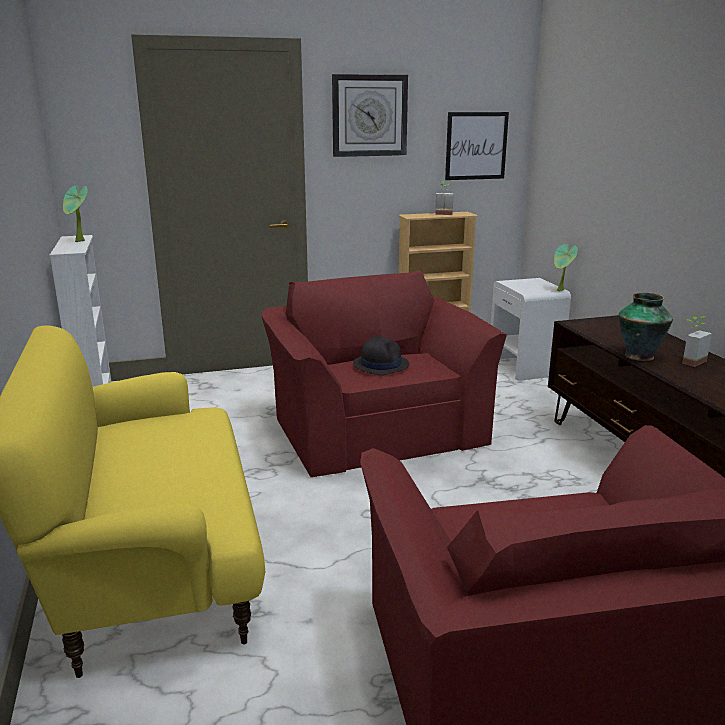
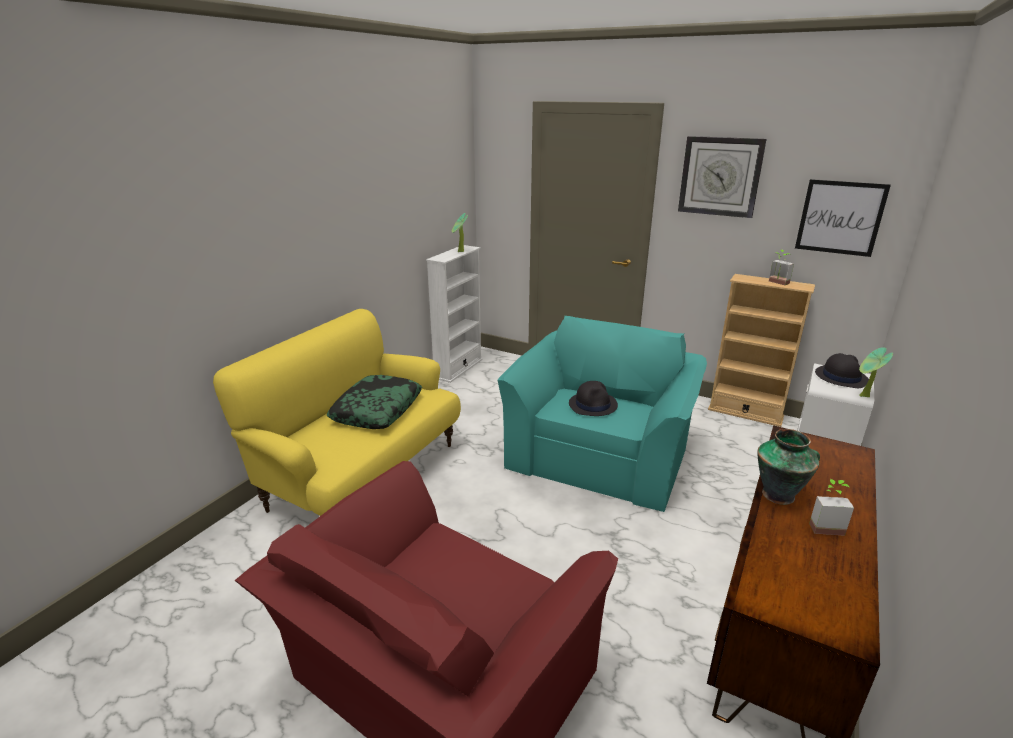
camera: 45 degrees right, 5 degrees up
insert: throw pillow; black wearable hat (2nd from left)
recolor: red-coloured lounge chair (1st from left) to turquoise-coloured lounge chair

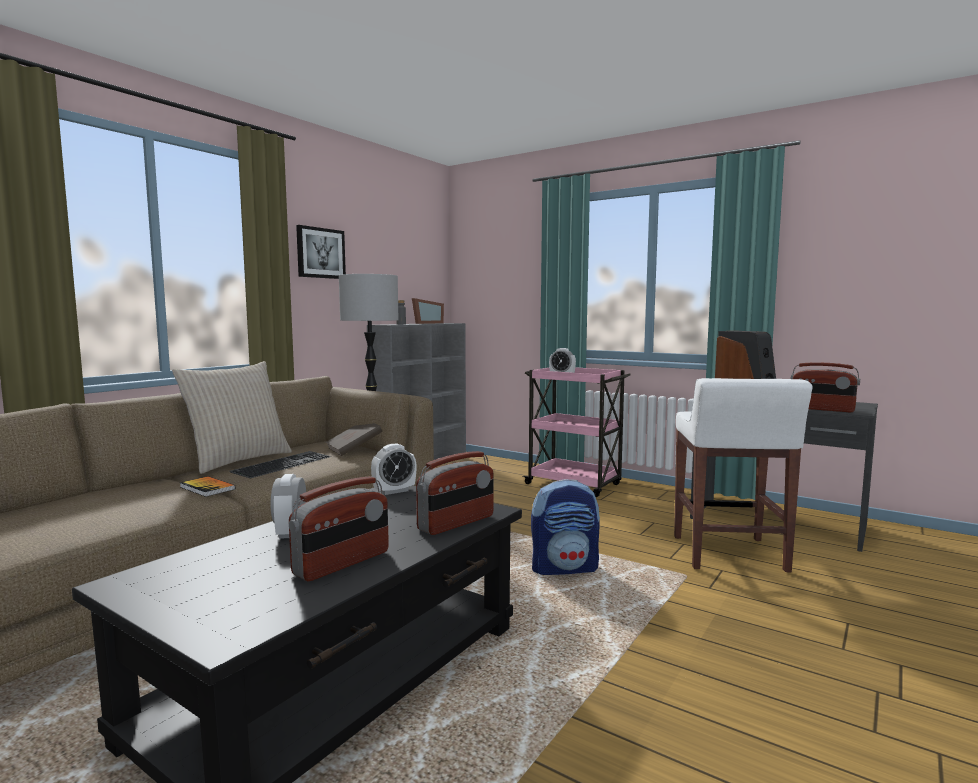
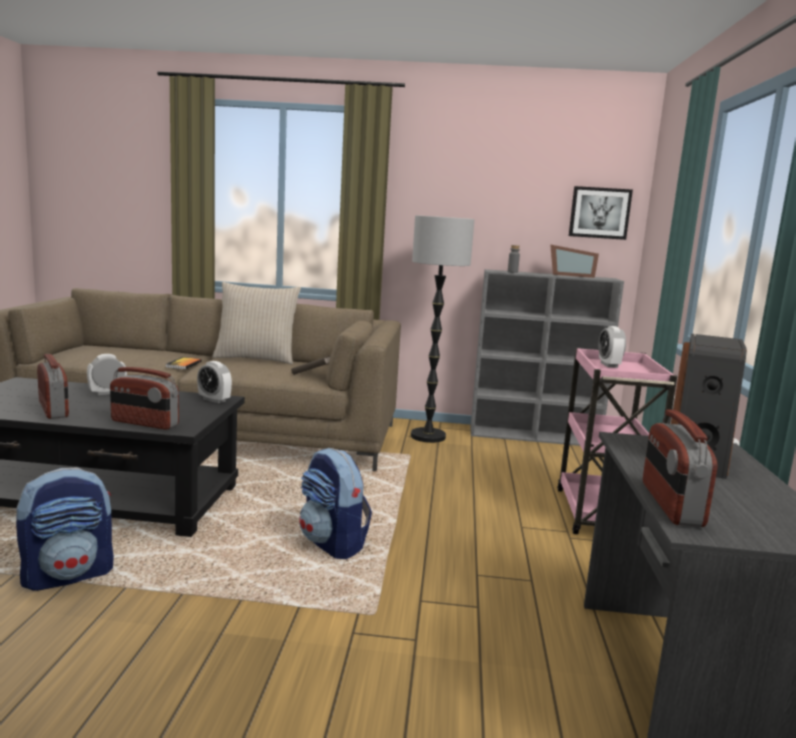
camera: 60 degrees right, 5 degrees up
delete: keyboard; white-coloured stool
insert: backpack (1st from left)
move: picture
rotate: radio (1st from left) 135 degrees counterclockwise

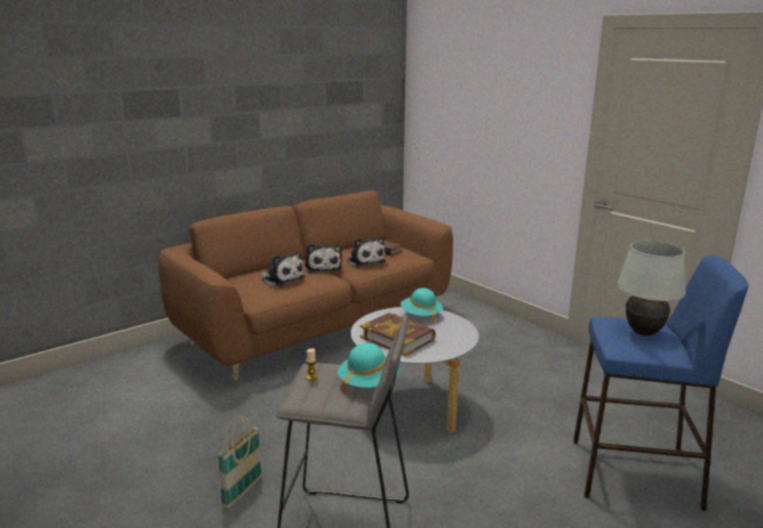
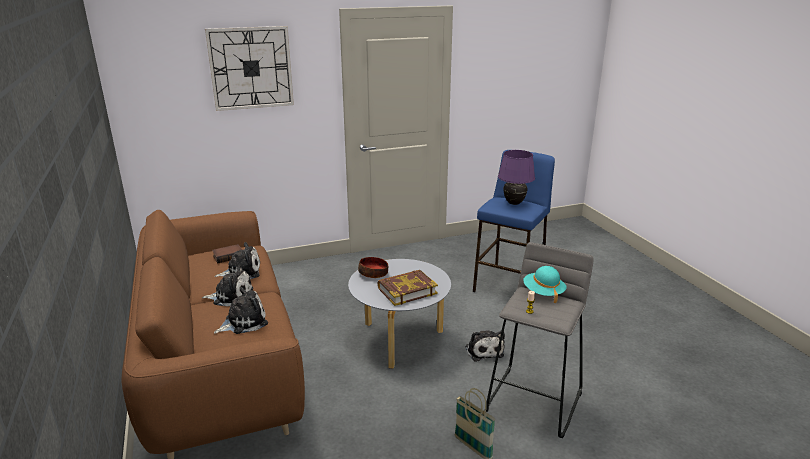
camera: 70 degrees left, 5 degrees up
insert: clock on the wall; soft toy (4th from left)
replace: turquoise-coloured wearable hat (2nd from left) to deep dish
recolor: white-coloured tabletop lamp to purple-coloured tabletop lamp

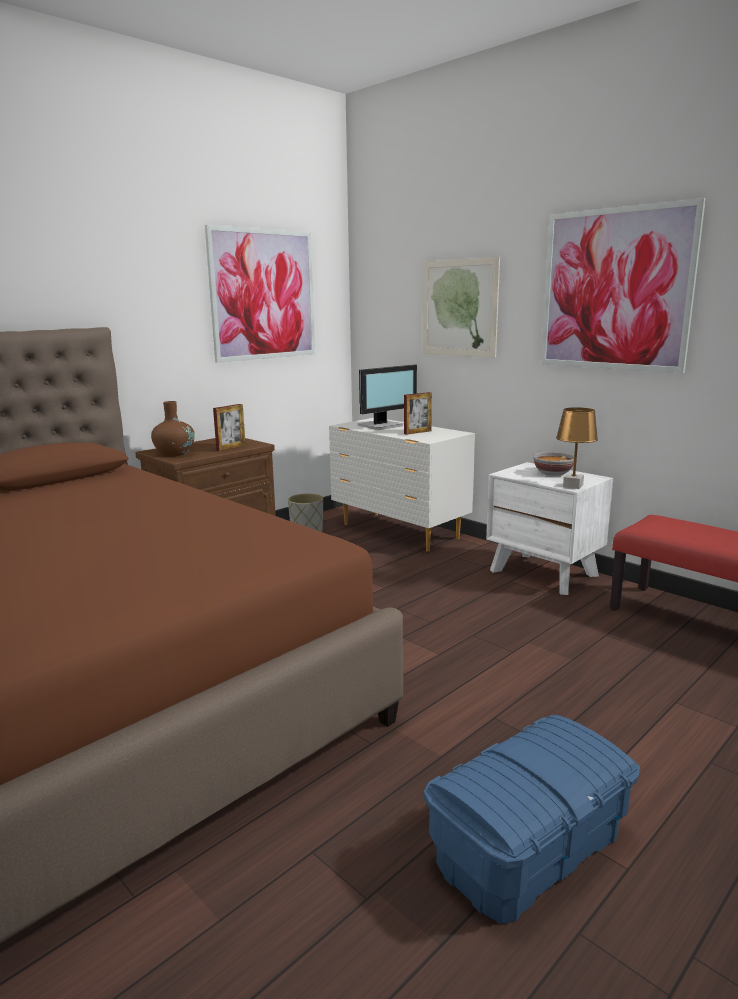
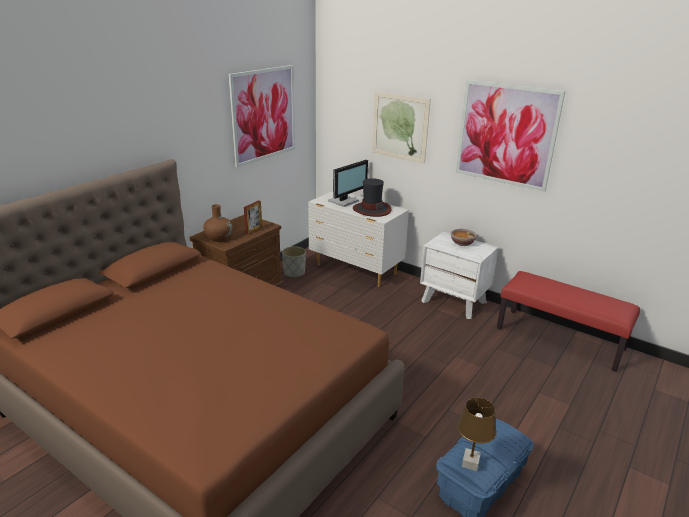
camera: 10 degrees left, 10 degrees up
move: brownish tabletop lamp
replace: photo frame (2nd from left) to wearable hat

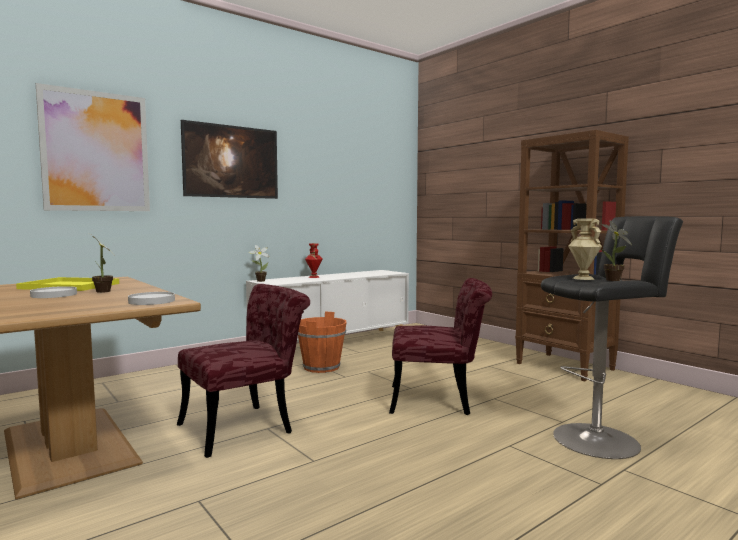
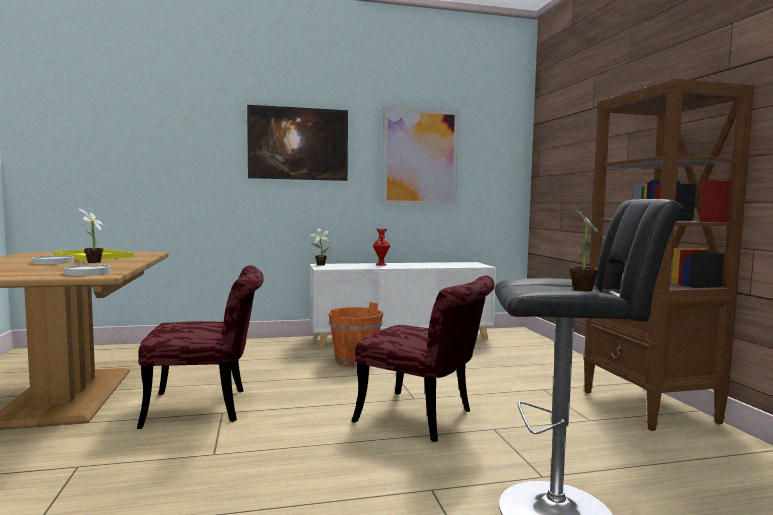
camera: 25 degrees right, 0 degrees up
delete: sand-coloured flower vase
move: picture (1st from left in the first image) to picture (2nd from left)

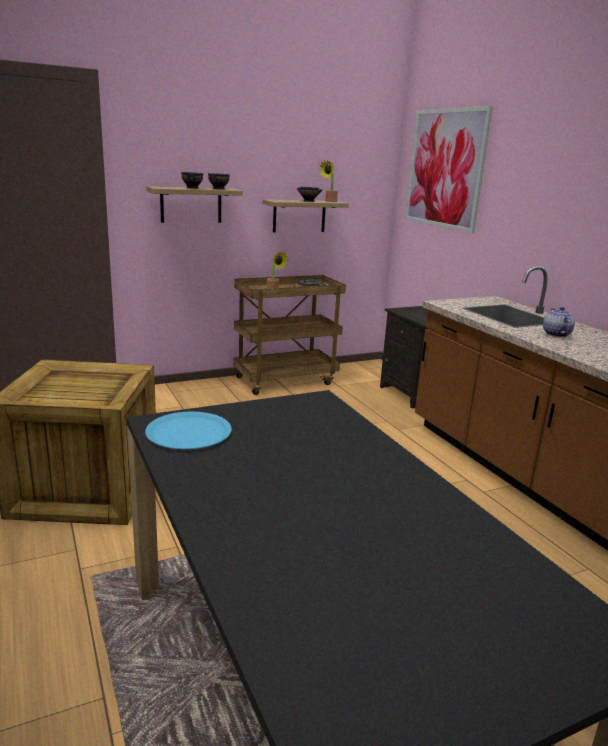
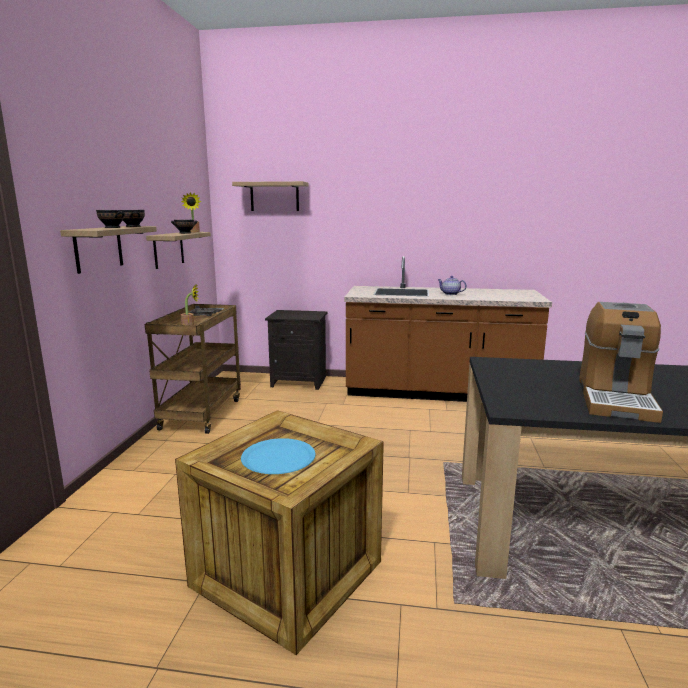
camera: 55 degrees left, 5 degrees down
insert: coffee machine
move: bluish plate
replace: picture to wall shelf (3rd from left)

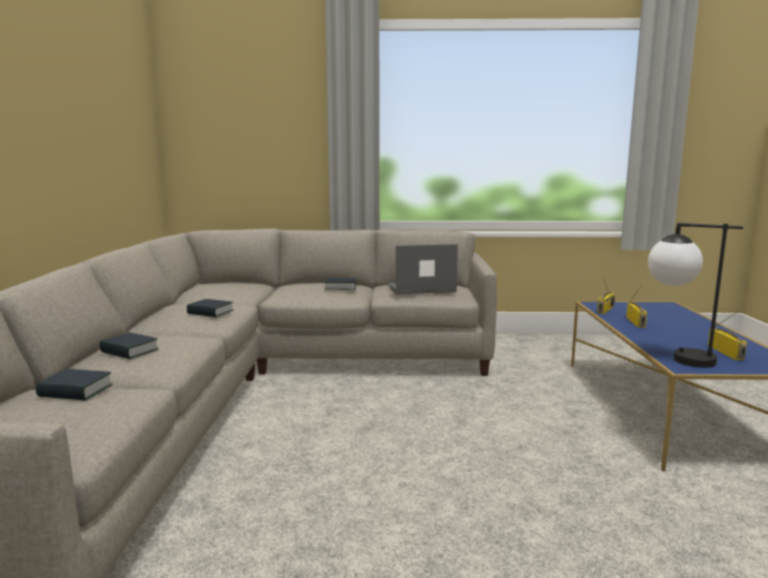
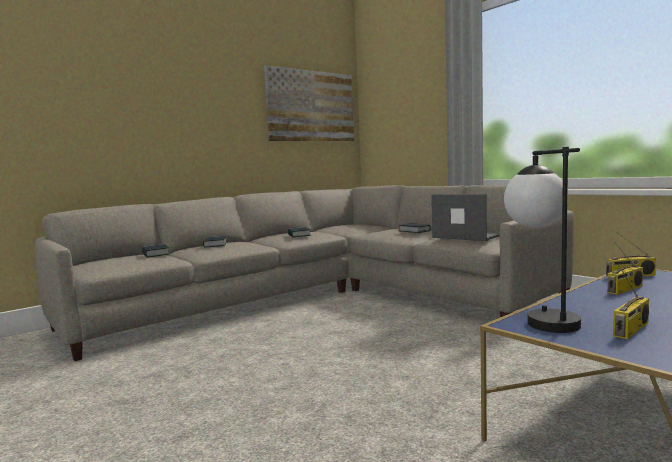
camera: 50 degrees right, 5 degrees down
insert: picture

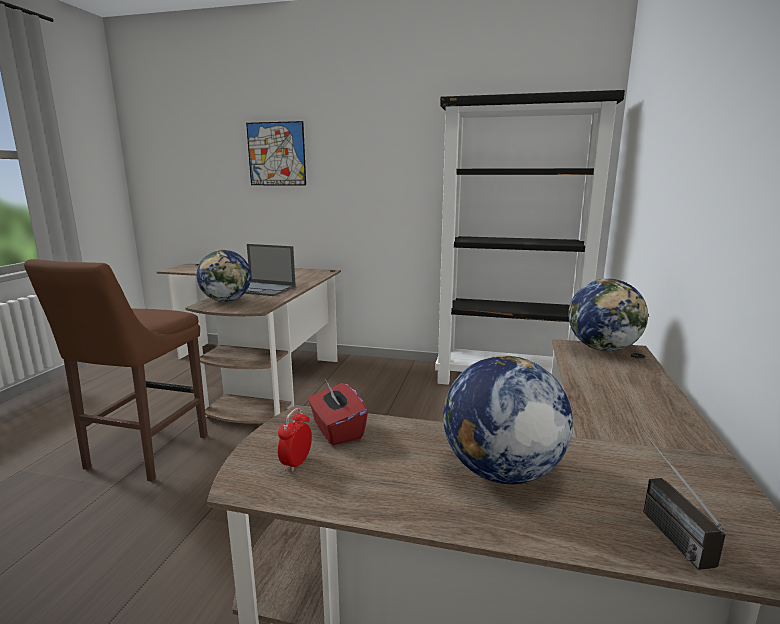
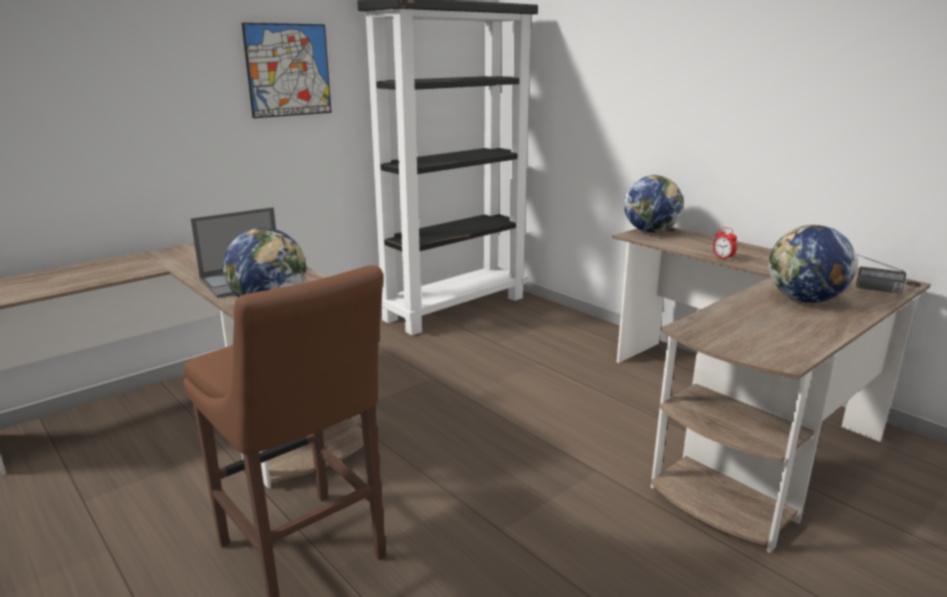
camera: 55 degrees left, 5 degrees up
delete: red-coloured tissue holder
move: picture; alarm clock

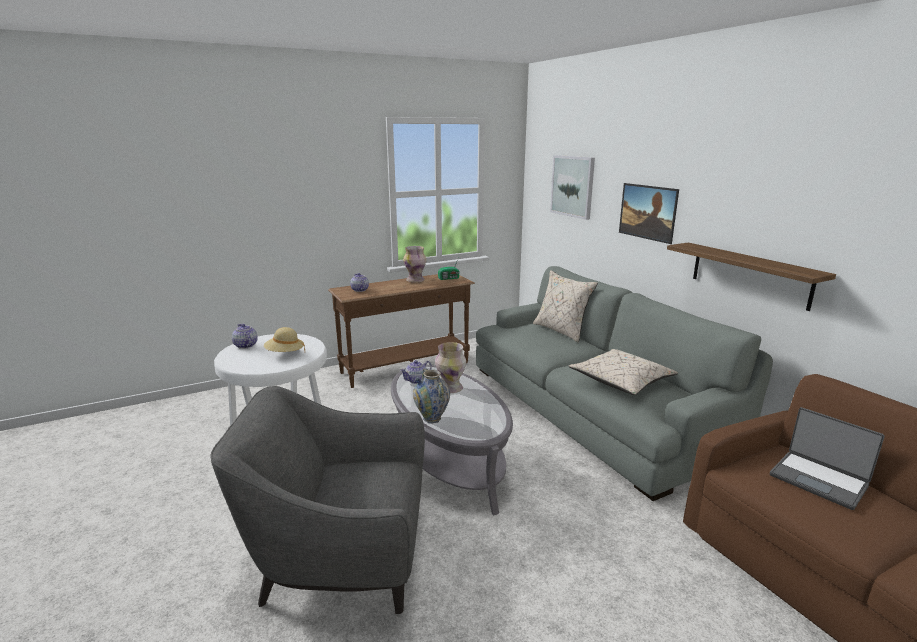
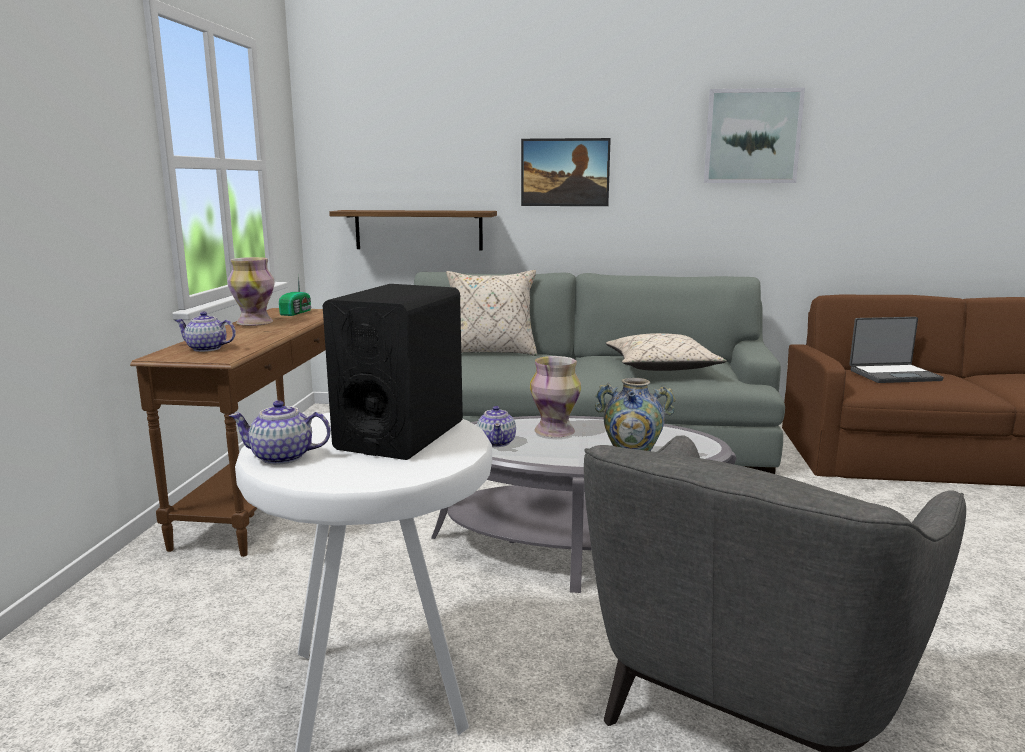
camera: 55 degrees left, 5 degrees down
move: wall shelf; picture (1st from left in the first image) to picture (2nd from left)
replace: sand-coloured wearable hat to black audio speaker

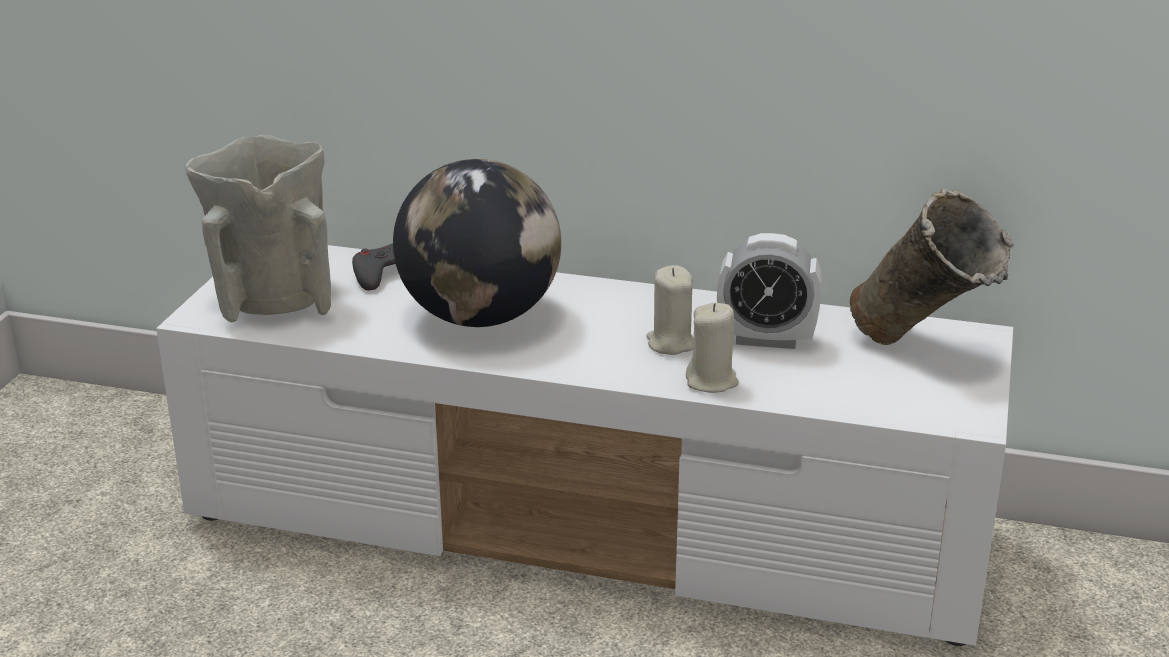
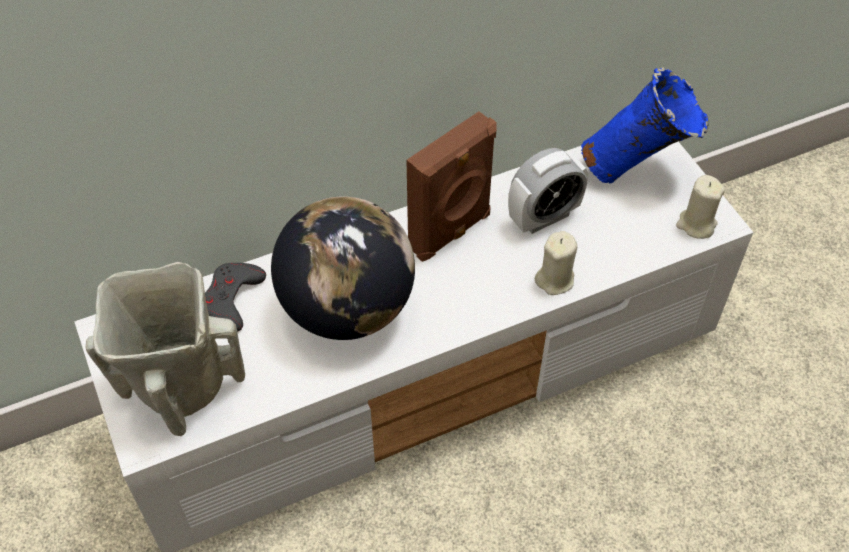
camera: 40 degrees left, 25 degrees up
insert: brownish audio speaker
move: sand-coloured wax light (1st from left in the first image) to sand-coloured wax light (2nd from left)
recolor: sand-coloured flower vase (2nd from left) to bluish flower vase

